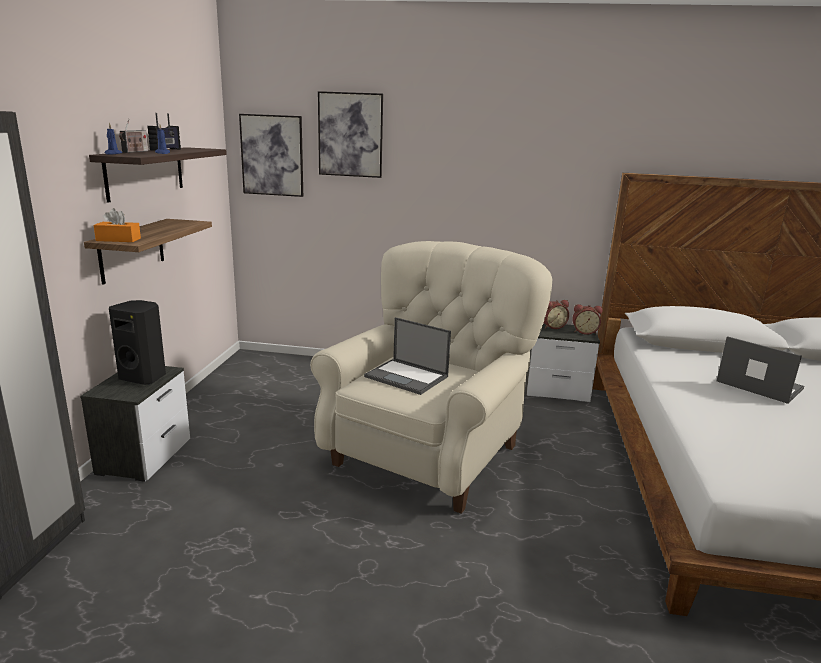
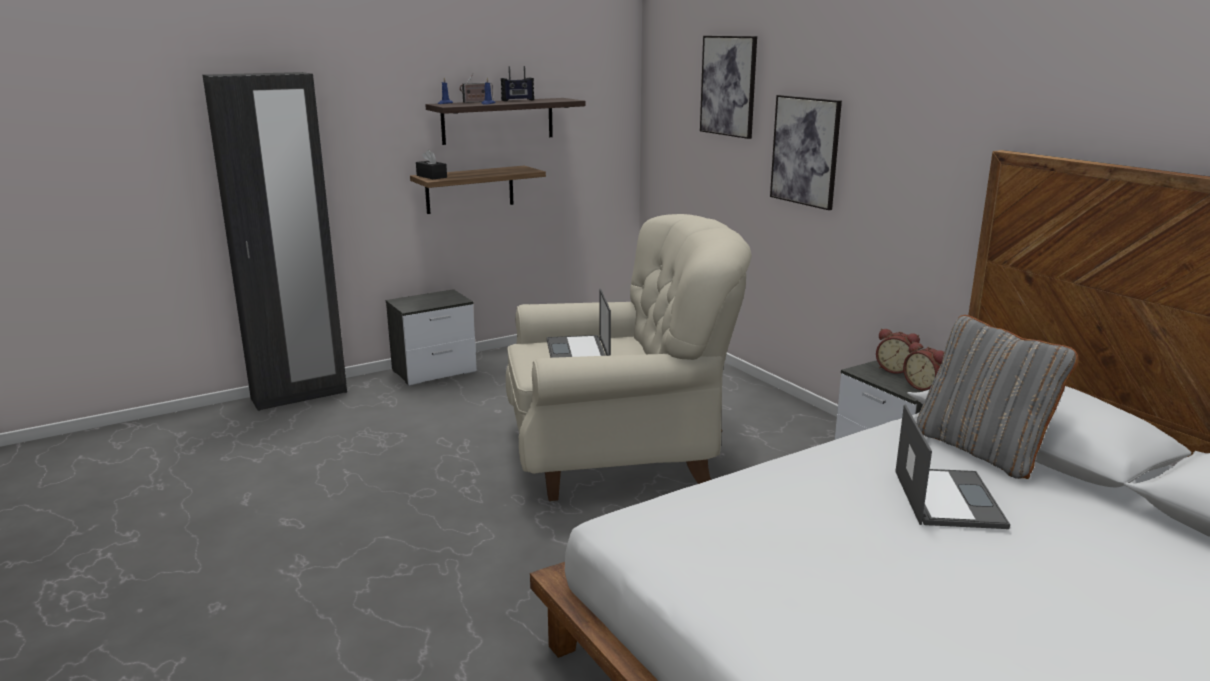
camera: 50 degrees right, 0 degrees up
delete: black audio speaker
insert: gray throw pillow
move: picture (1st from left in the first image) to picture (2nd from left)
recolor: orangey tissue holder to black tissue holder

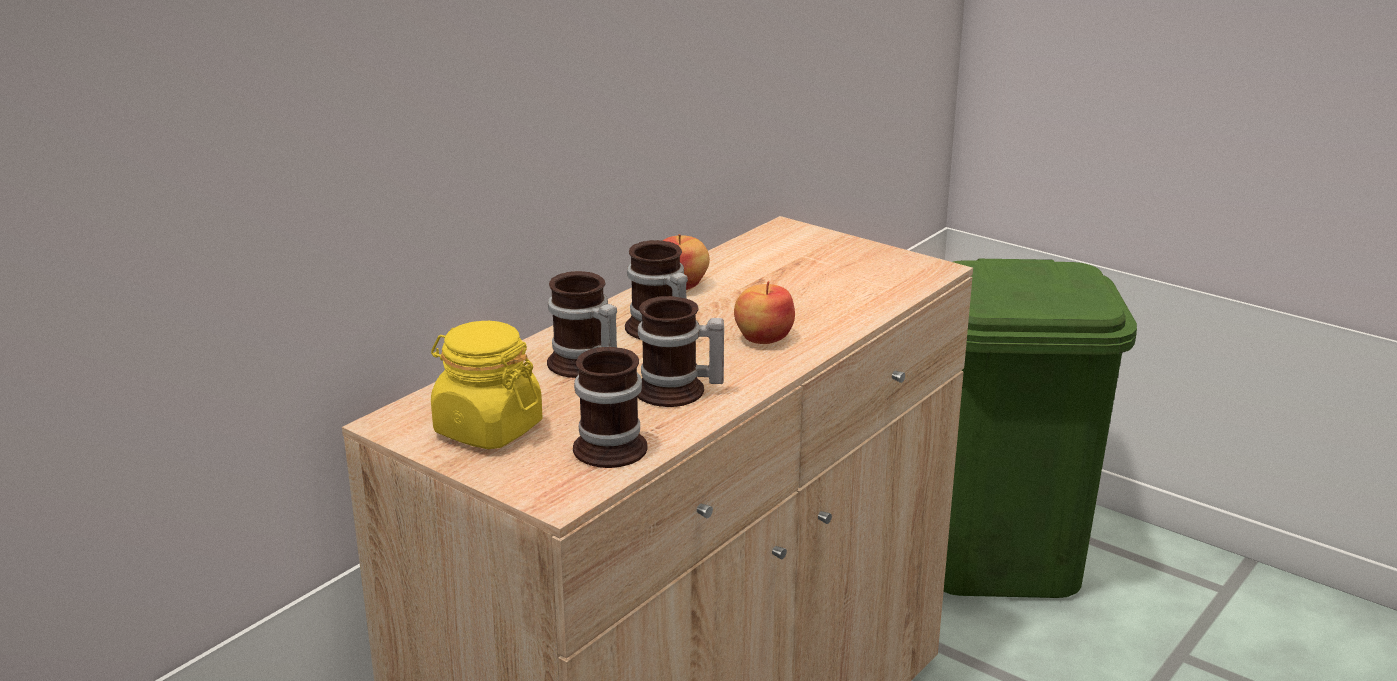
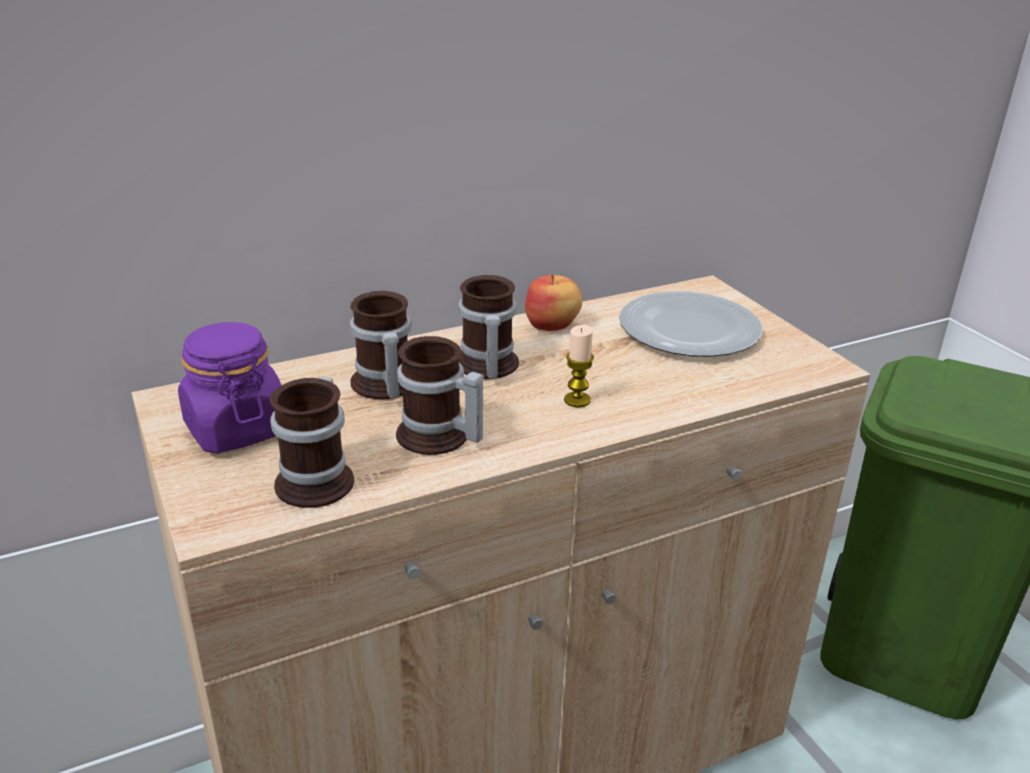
camera: 25 degrees right, 5 degrees up
insert: plate
replace: apple (2nd from left) to wax light
recolor: yellow preserve jar to purple-coloured preserve jar

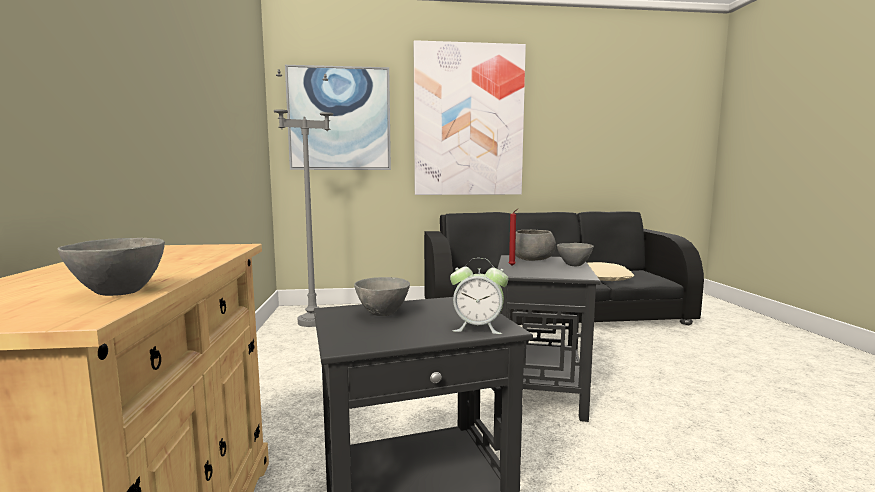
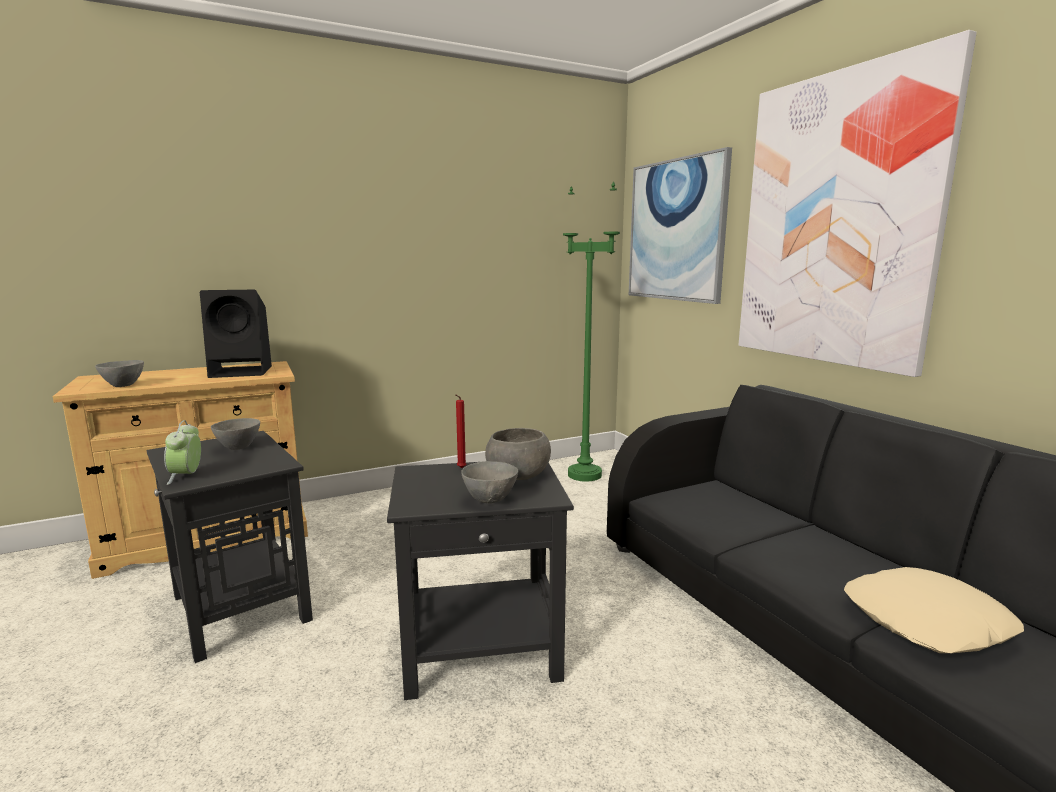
camera: 70 degrees right, 5 degrees up
insert: black audio speaker
recolor: gray floor lamp to green floor lamp

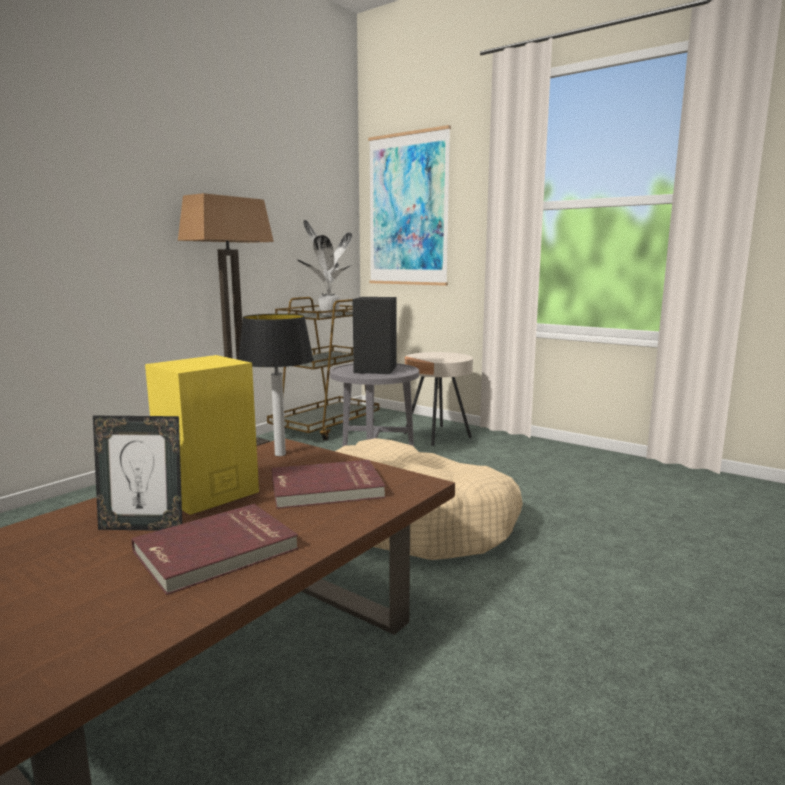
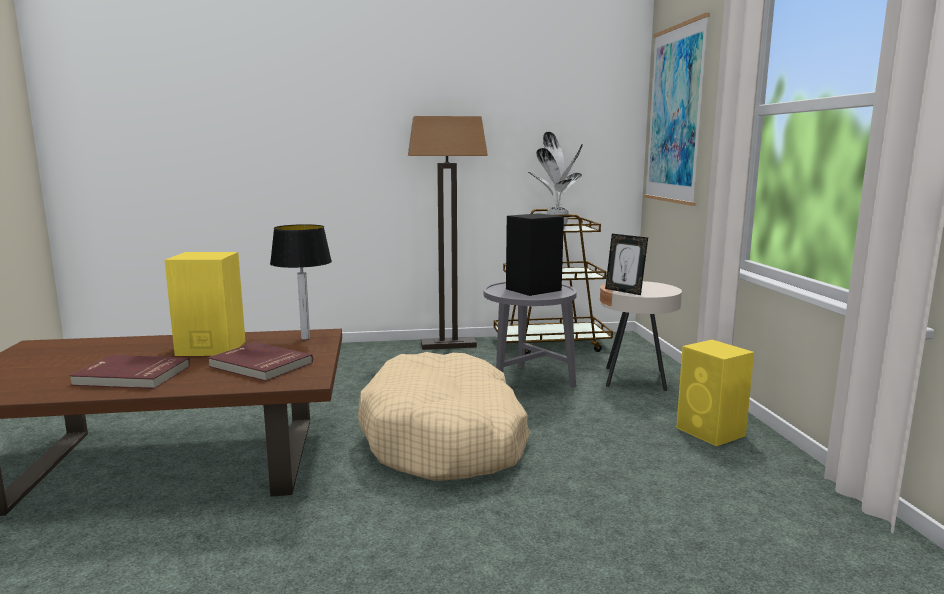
camera: 45 degrees right, 0 degrees up
insert: yellow audio speaker (2nd from left)
move: photo frame

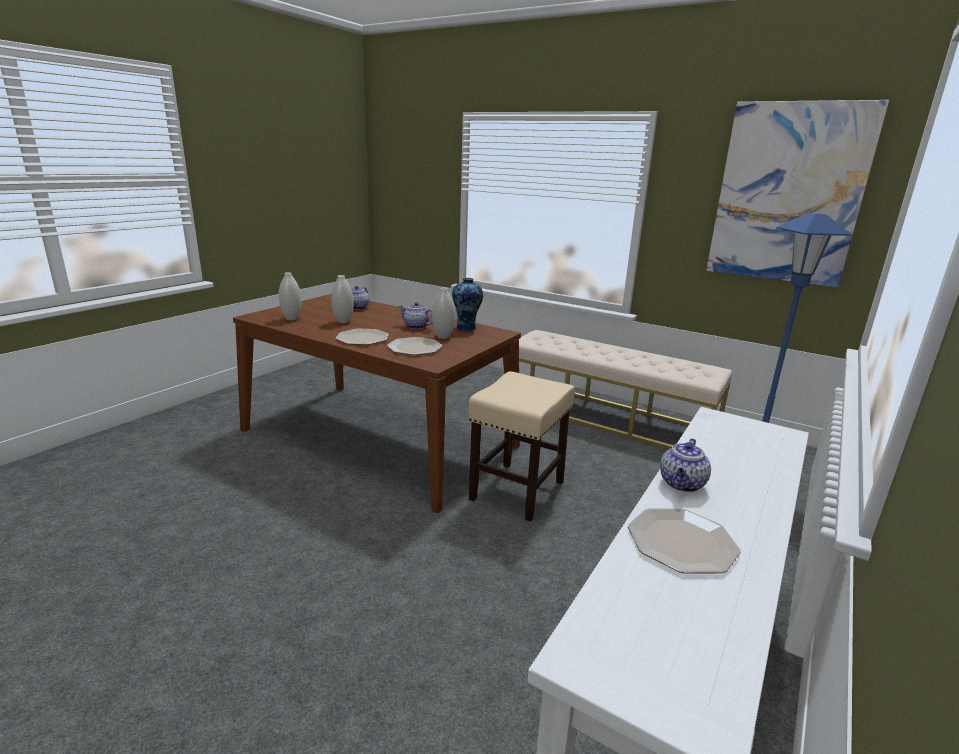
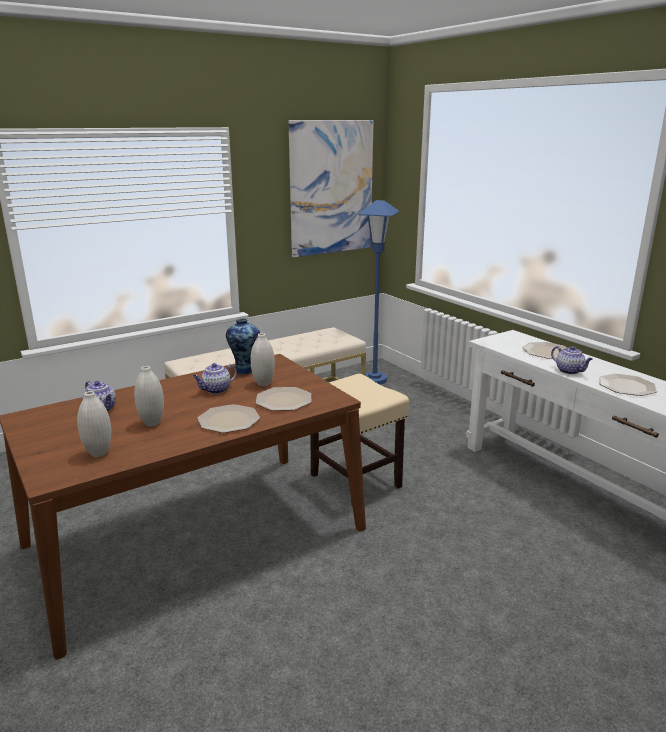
camera: 65 degrees left, 0 degrees up
insert: plate (3rd from left)

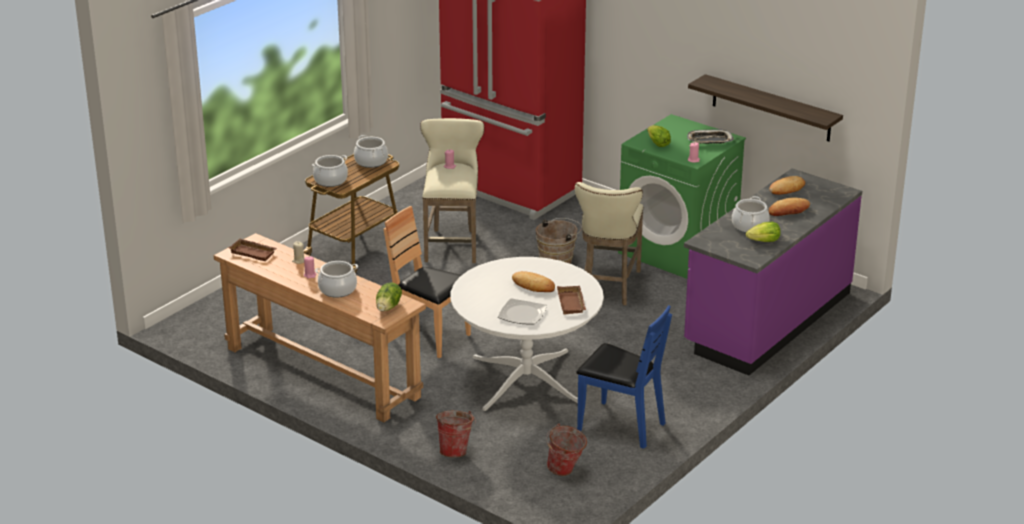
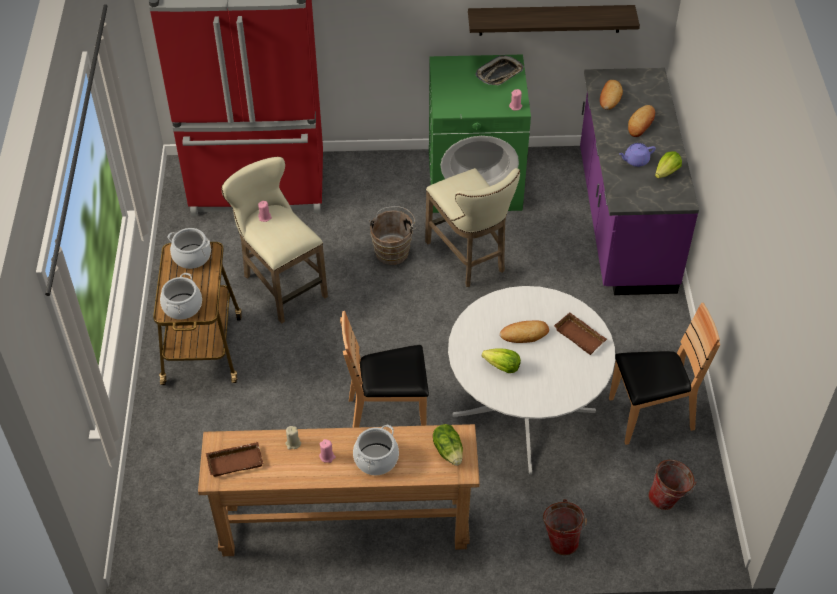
camera: 40 degrees left, 20 degrees up
delete: plate
move: lettuce (2nd from left)
replace: stockpot (4th from left) to purple-coloured tea pot
recolor: bluish plain chair to brownish plain chair (2nd from left)

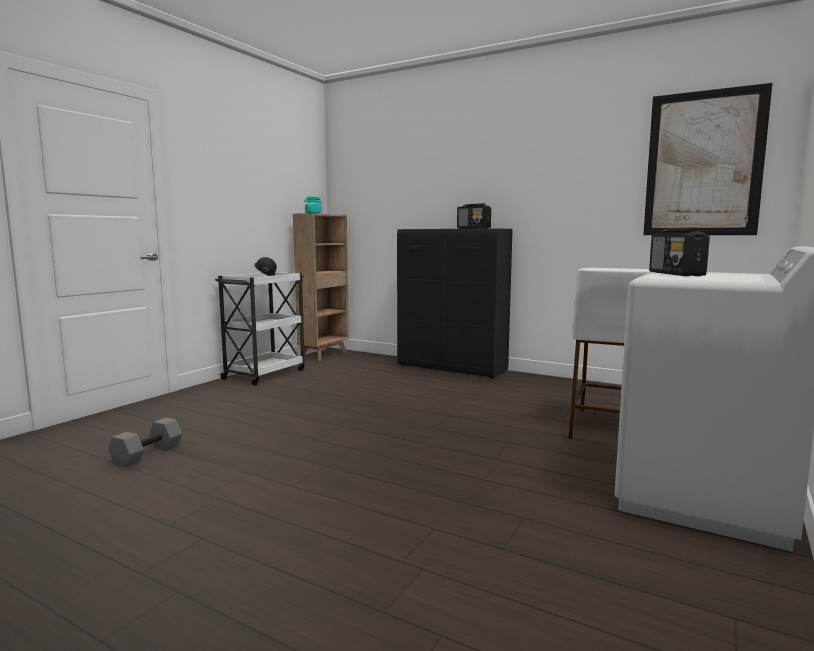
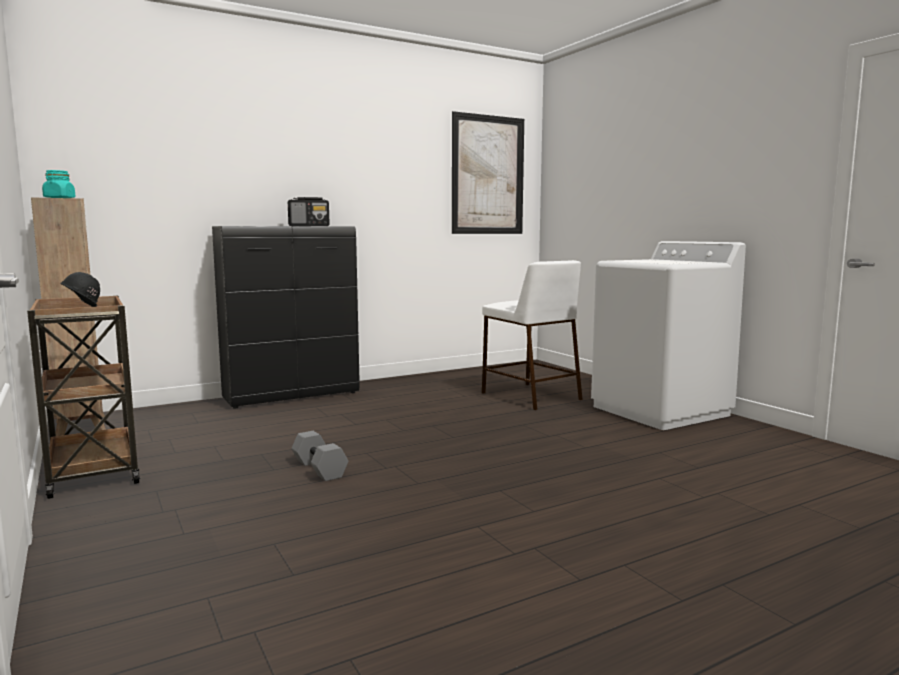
camera: 60 degrees left, 0 degrees up
delete: radio (2nd from left)
move: gray free weight
recolor: white-coloured cart to brownish cart

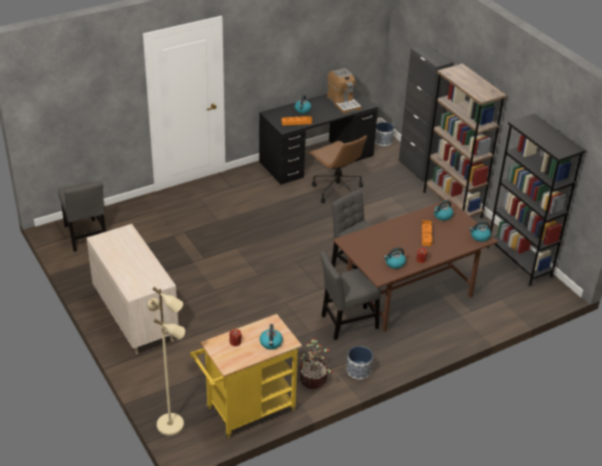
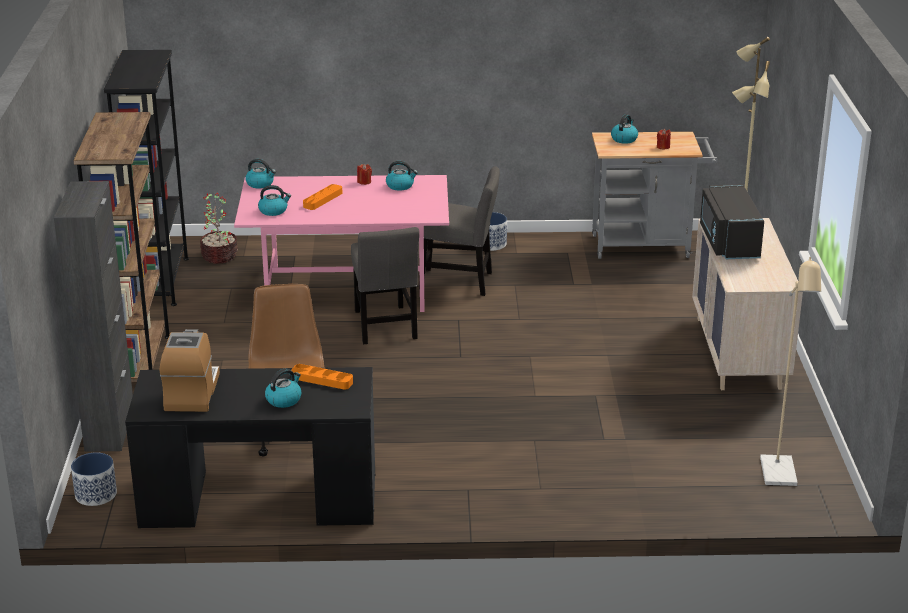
camera: 150 degrees left, 10 degrees down
insert: black kitchen microwave
move: potted plant
replace: gray plain chair (1st from left) to sand-coloured floor lamp (2nd from left)
recolor: brownish dining table to pink-coloured dining table; yellow cart to gray cart

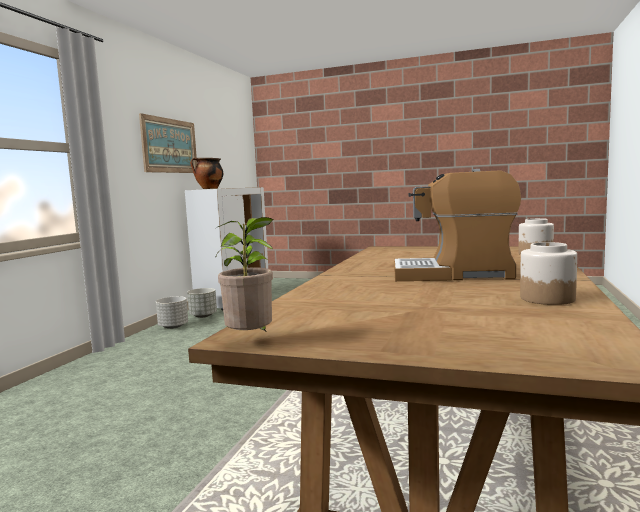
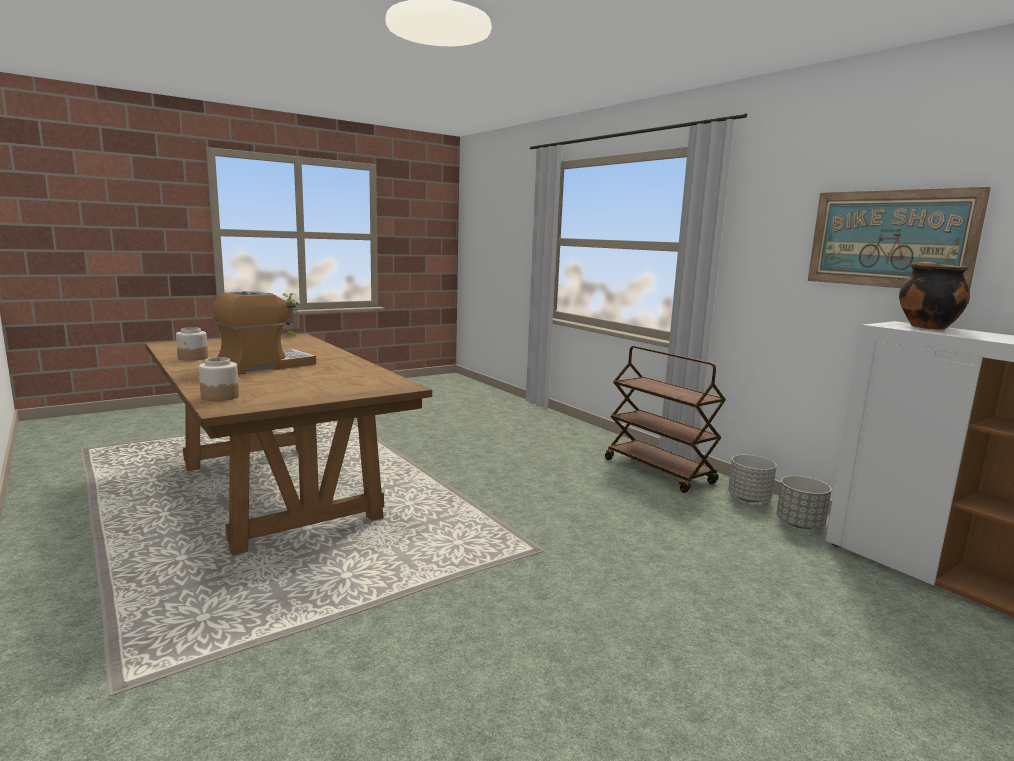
camera: 125 degrees right, 5 degrees up
insert: brownish cart

